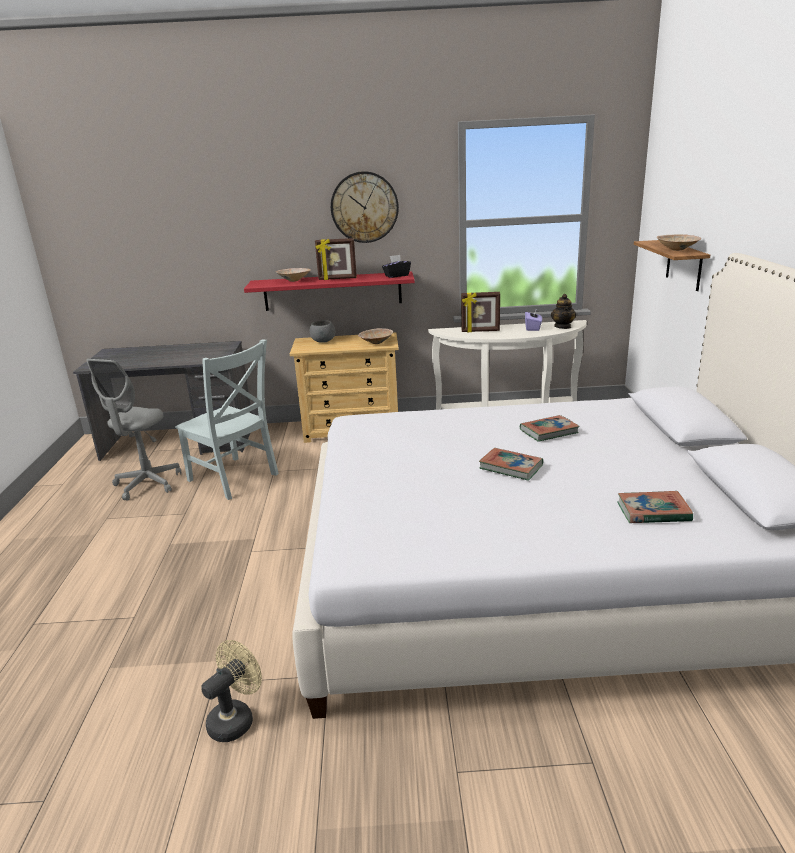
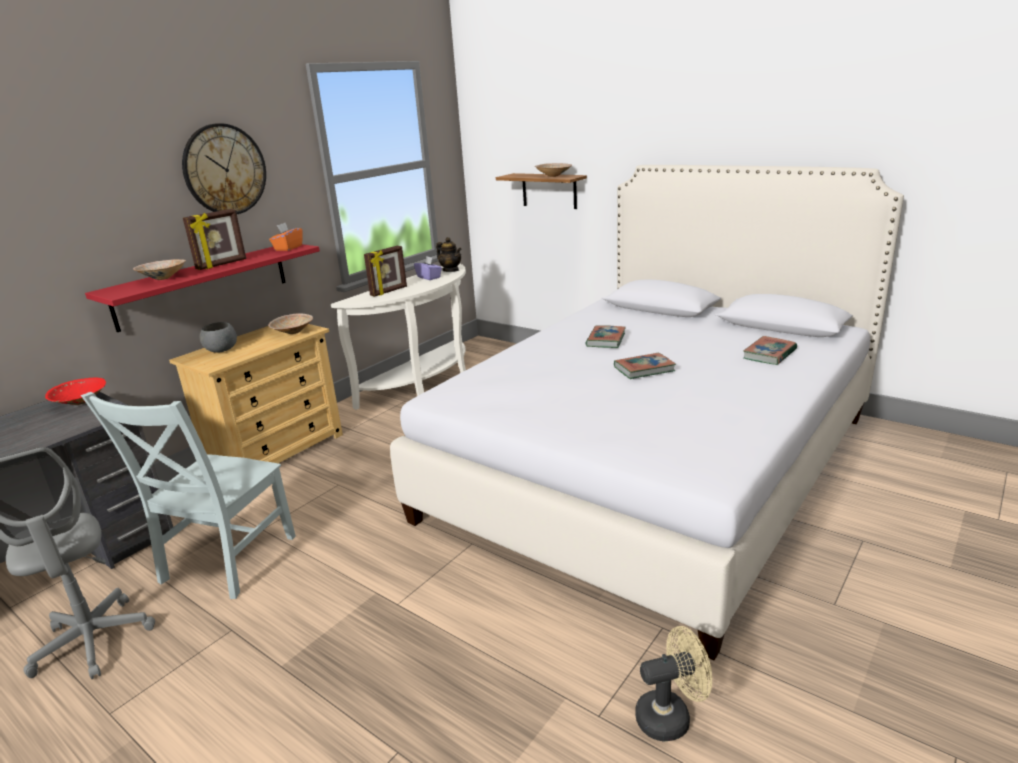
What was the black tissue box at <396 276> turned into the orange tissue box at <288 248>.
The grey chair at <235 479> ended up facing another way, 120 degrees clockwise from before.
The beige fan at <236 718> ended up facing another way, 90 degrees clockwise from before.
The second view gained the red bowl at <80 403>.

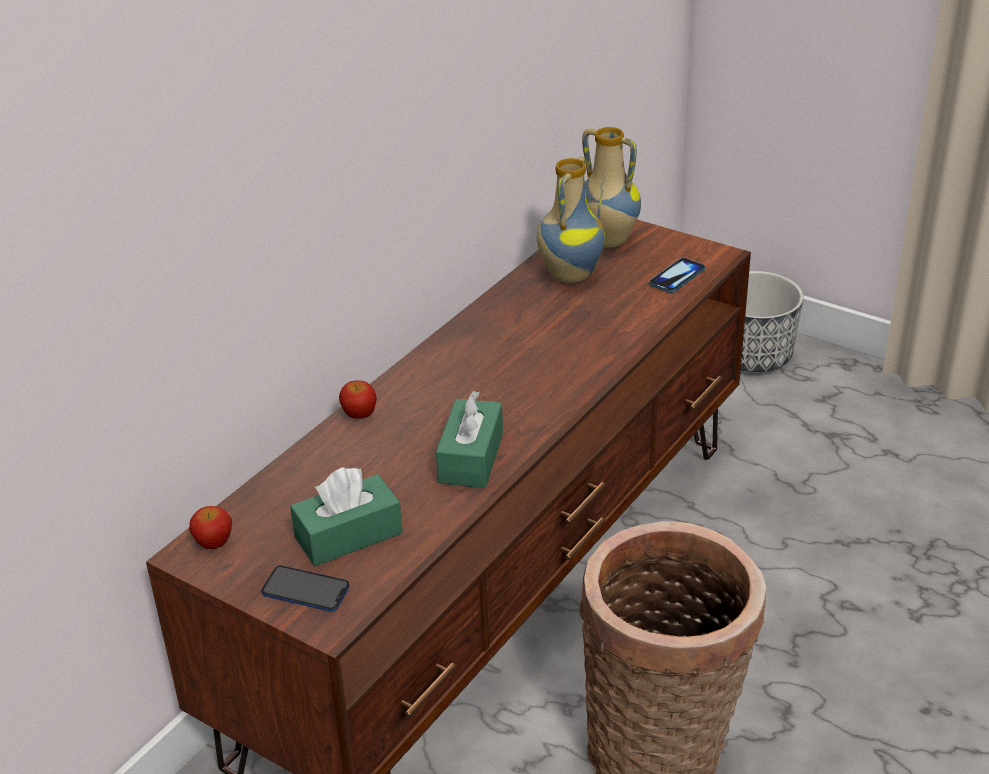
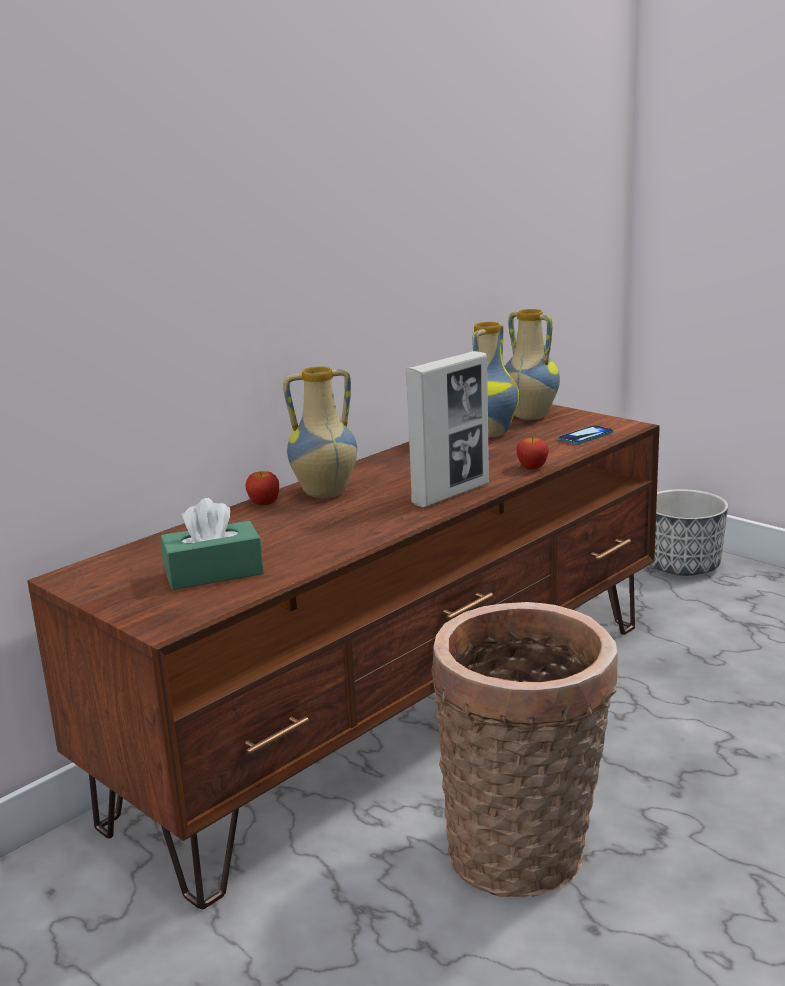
The second view lost the green tissue box at <471 458>.
The apple ended up elsewhere, having gone from <214 543> to <532 467>.
The second view lost the phone at <306 590>.
The second view gained the picture frame at <451 494>.
The second view gained the vase at <325 494>.

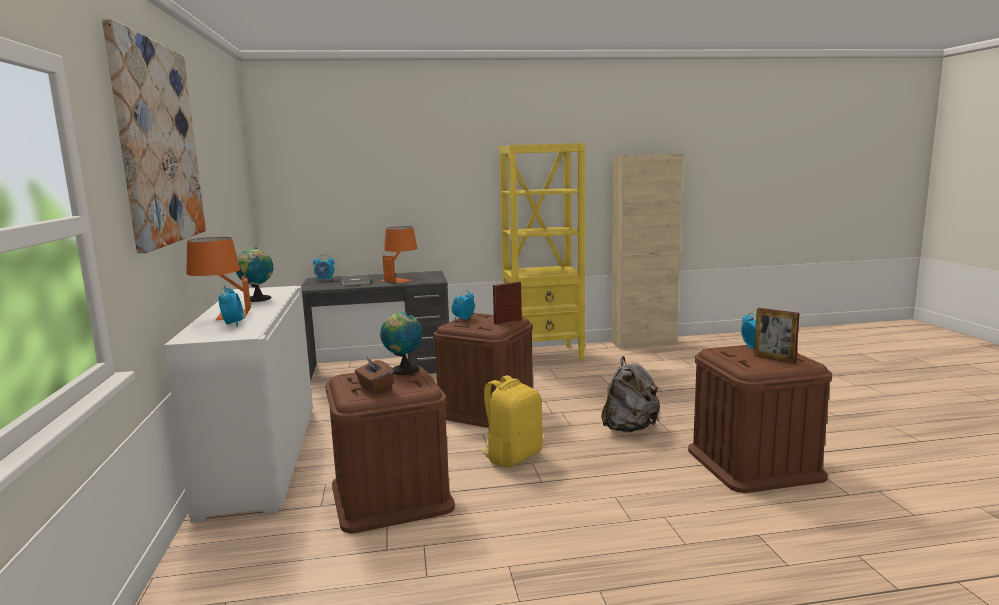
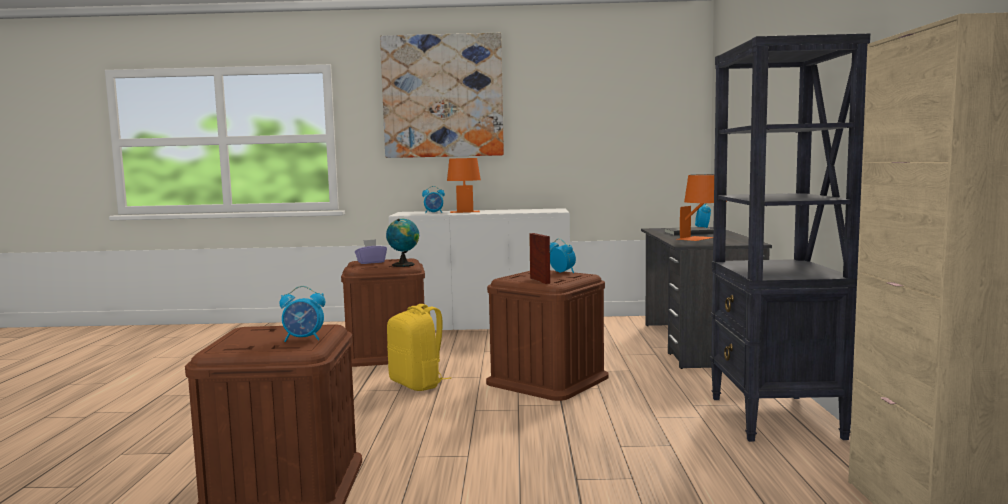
What was the yellow bookcase at <544 356> turned into the black bookcase at <775 418>.
The second view lost the globe at <257 299>.
The second view lost the picture frame at <774 358>.
The second view lost the grey backpack at <629 428>.
What was the brown tissue box at <375 388> turned into the purple tissue box at <371 262>.

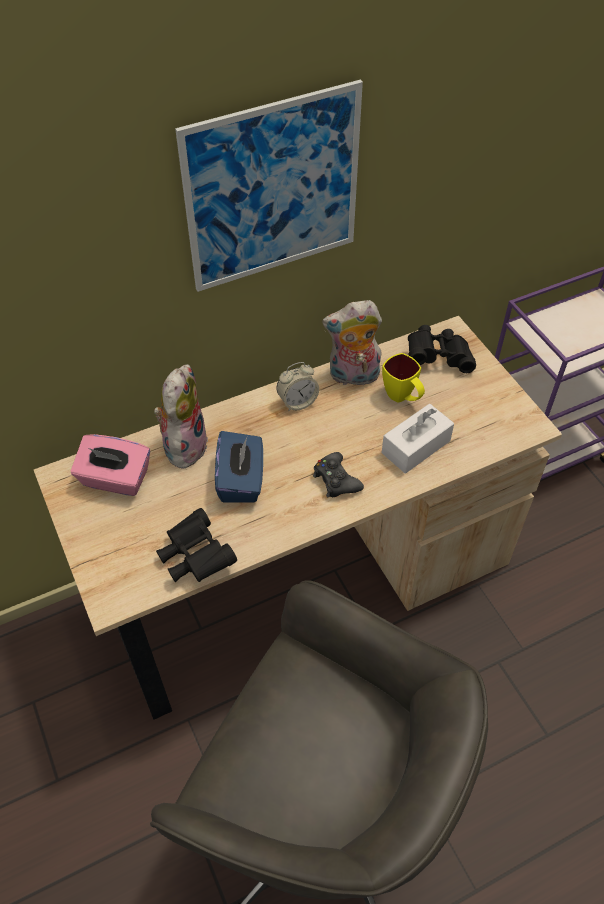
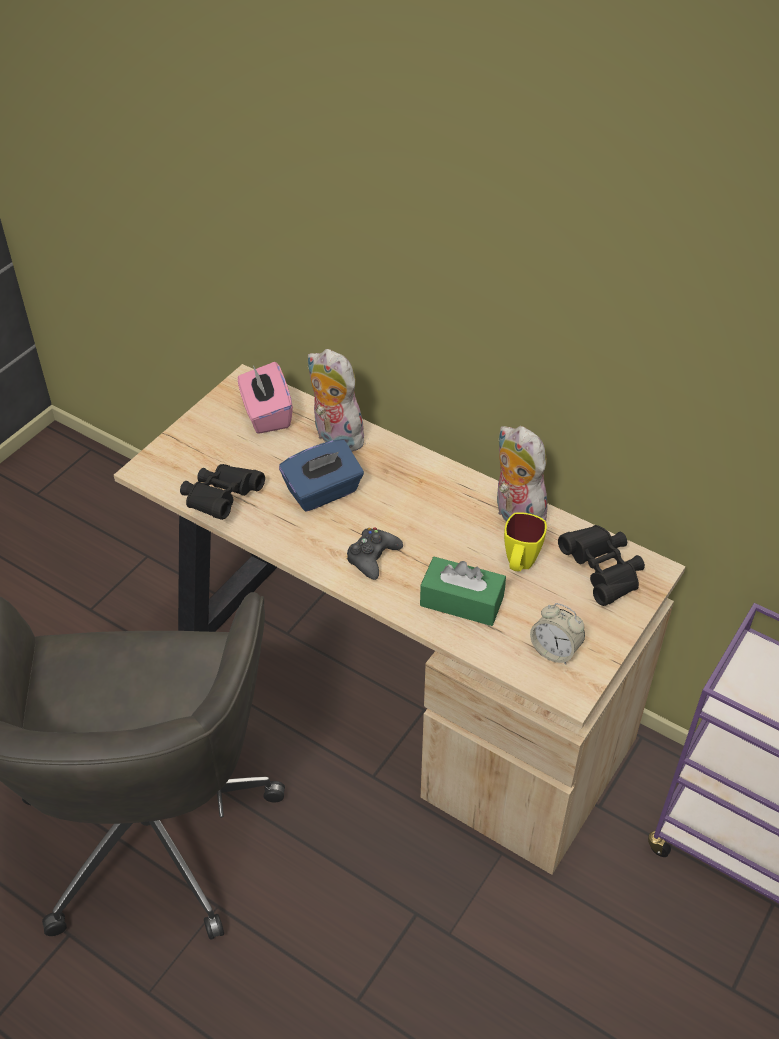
The second view lost the picture at <273 190>.
The alarm clock ended up elsewhere, having gone from <297 402> to <555 650>.
The plush toy at <184 445> ended up facing another way, 120 degrees counterclockwise from before.
What was the white tissue box at <416 447> turned into the green tissue box at <461 601>.

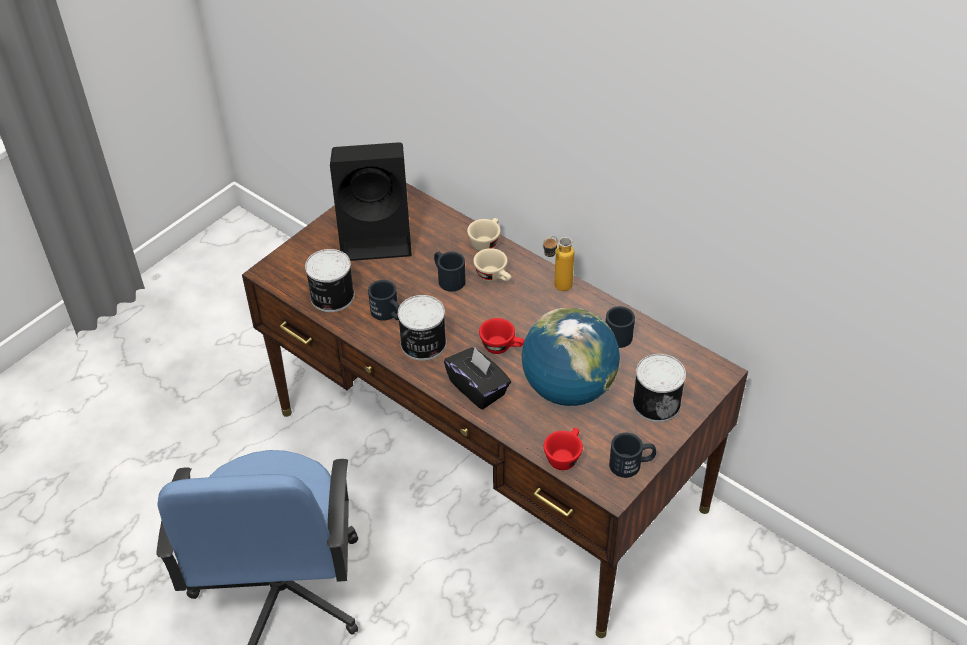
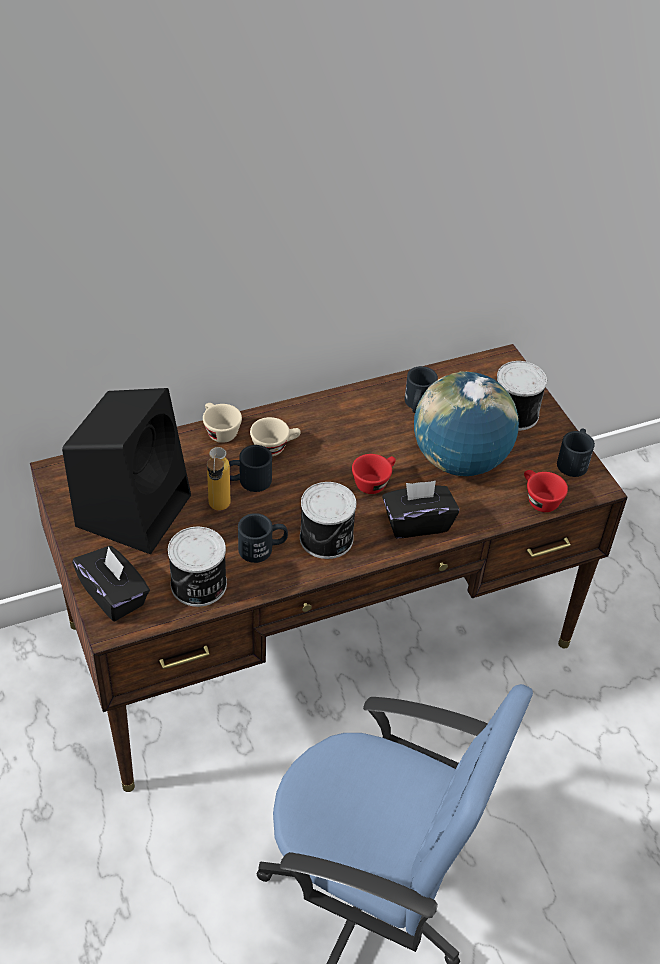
The bottle ended up elsewhere, having gone from <556 288> to <218 510>.
The second view gained the black tissue box at <114 595>.

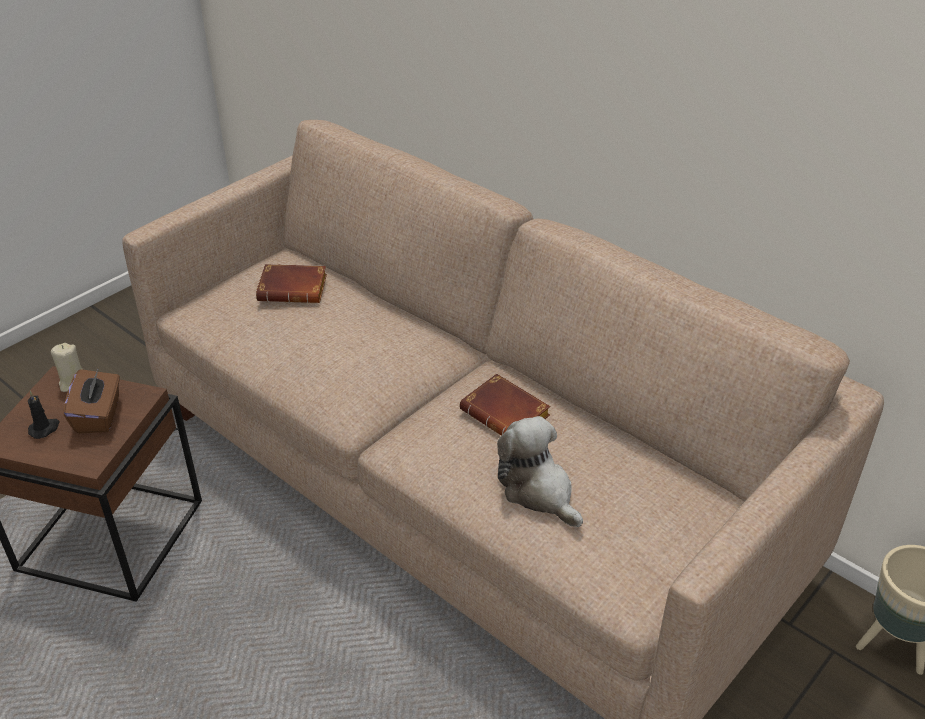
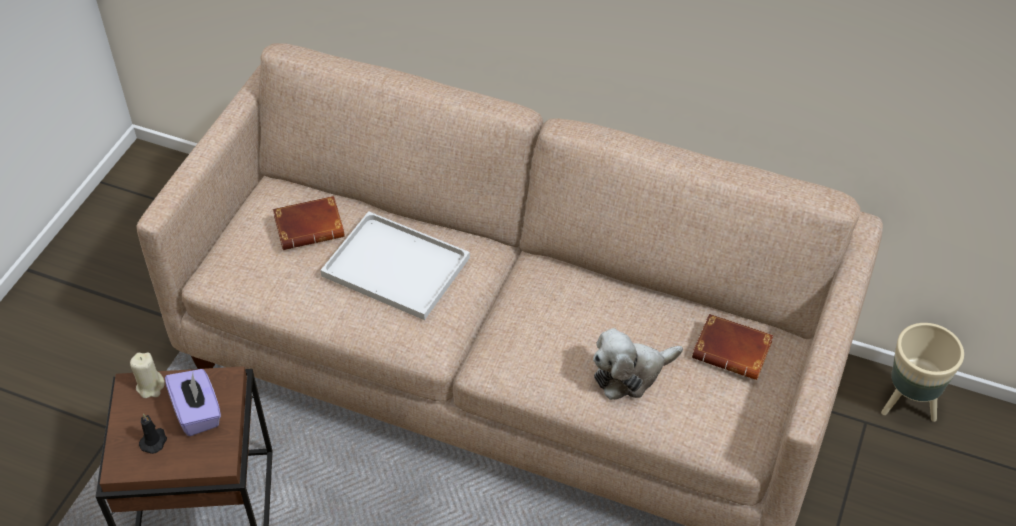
What was the brown tissue box at <99 416> turned into the purple tissue box at <198 412>.
The brown book ended up elsewhere, having gone from <508 414> to <734 351>.
The plush toy at <538 491> ended up facing another way, 60 degrees counterclockwise from before.
The second view gained the white tray at <399 267>.

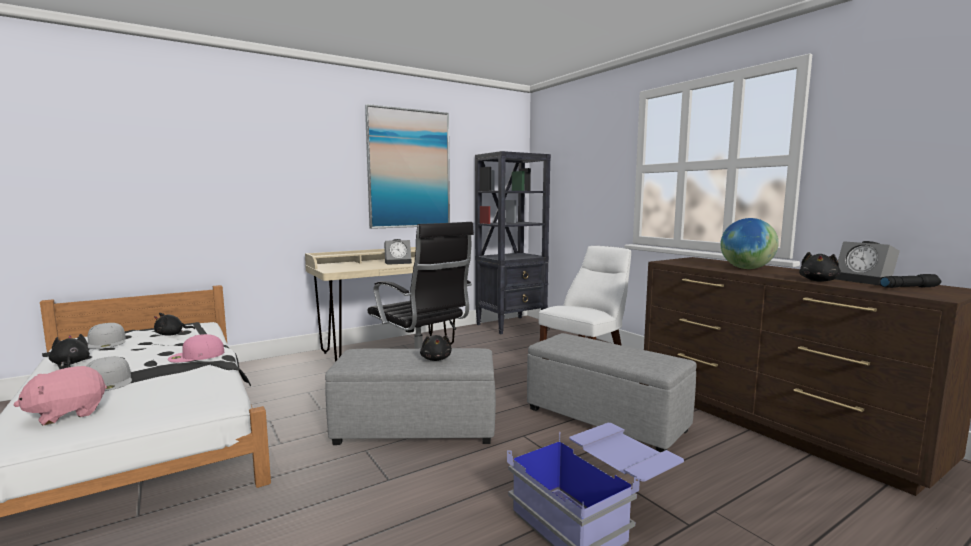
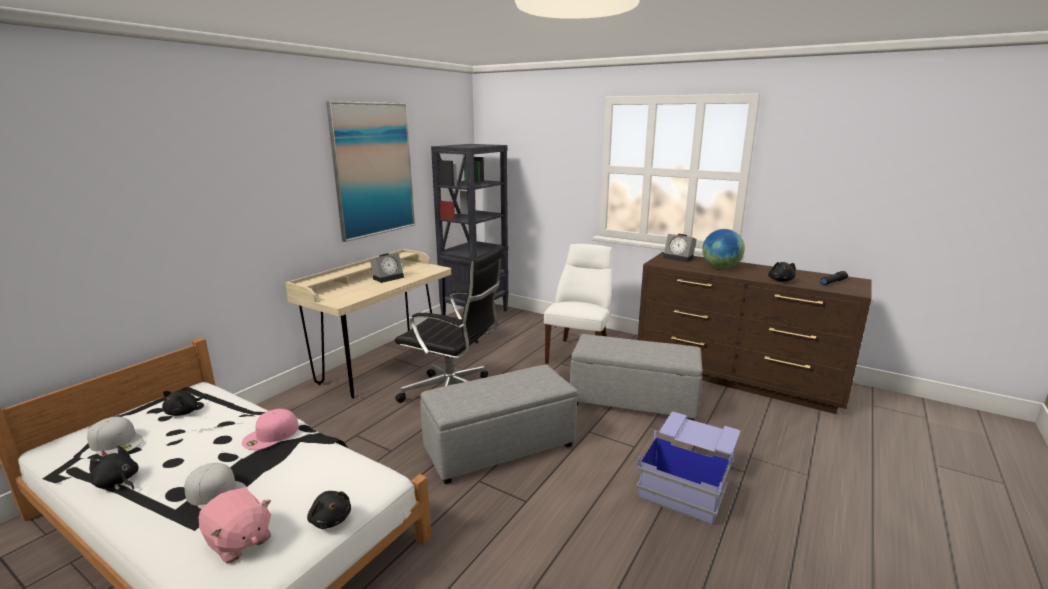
The alarm clock ended up elsewhere, having gone from <865 281> to <679 258>.
The black plush toy ended up elsewhere, having gone from <436 359> to <330 519>.
The pink plush toy at <67 414> ended up facing another way, 75 degrees counterclockwise from before.

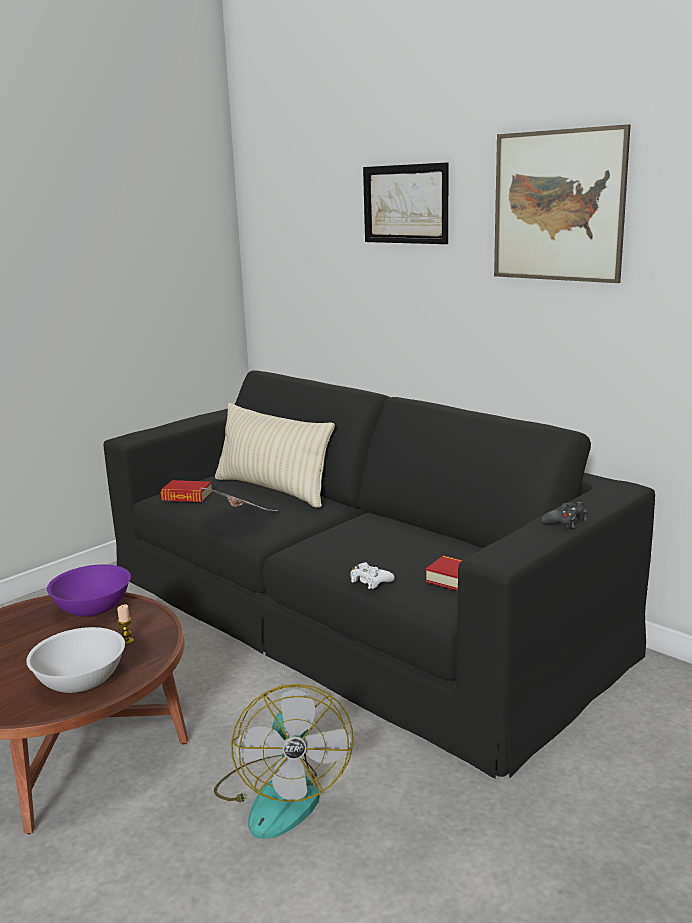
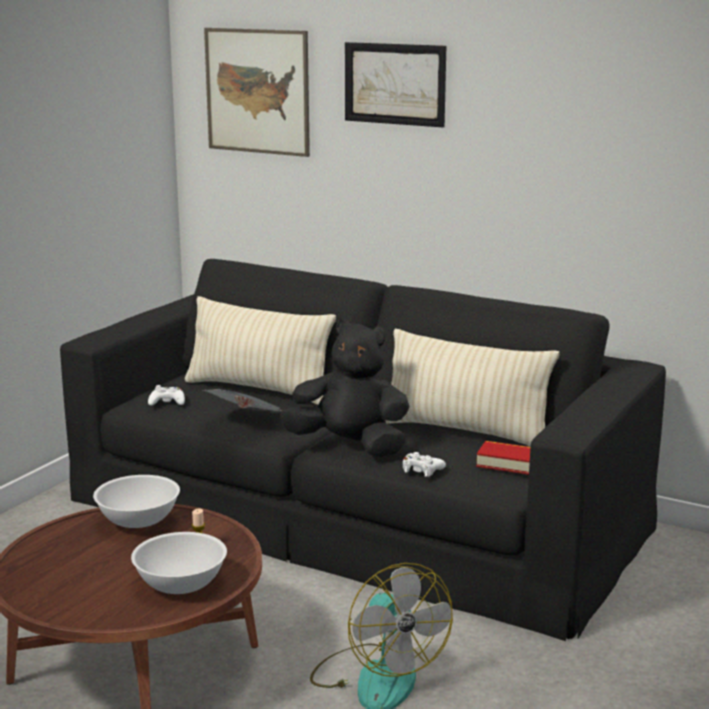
The picture ended up elsewhere, having gone from <558 206> to <257 91>.
Where the book stood at <187 496>, the white game controller came to stand at <167 402>.
The second view lost the black game controller at <565 521>.
What was the purple bowl at <93 608> turned into the white bowl at <139 520>.
The second view gained the black plush toy at <350 446>.
The second view gained the beige pillow at <465 432>.

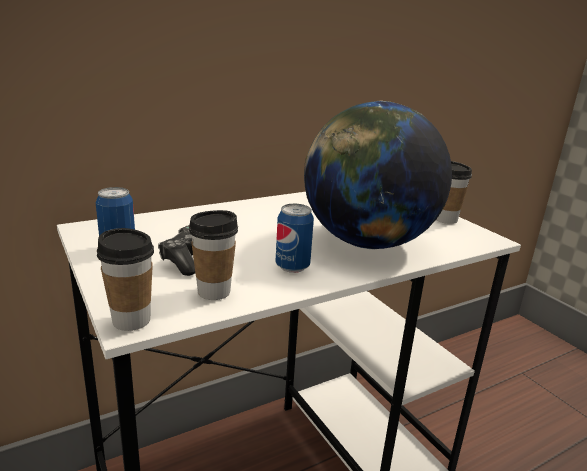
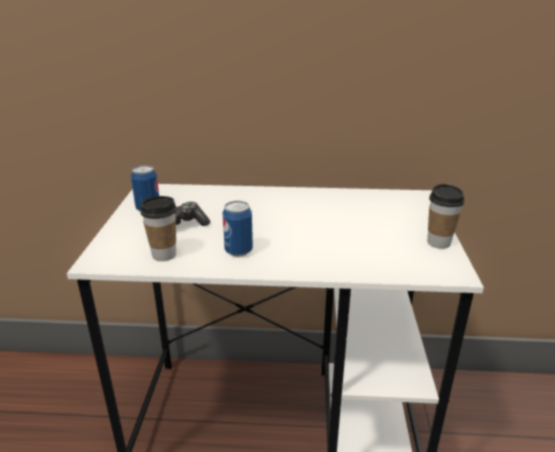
The second view lost the globe at <367 243>.
The second view lost the cup at <131 320>.

